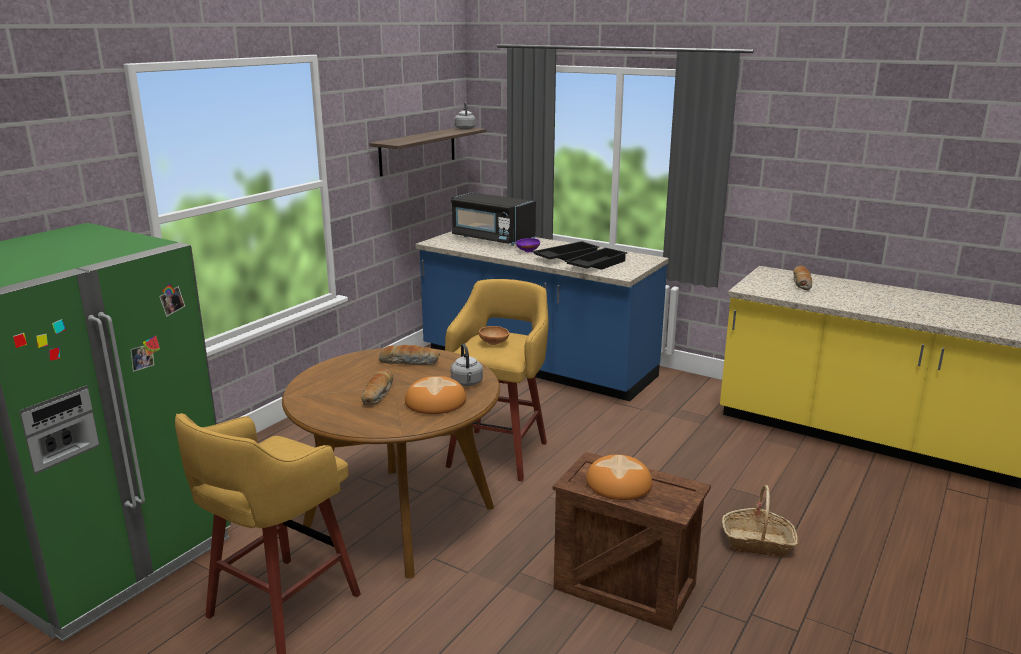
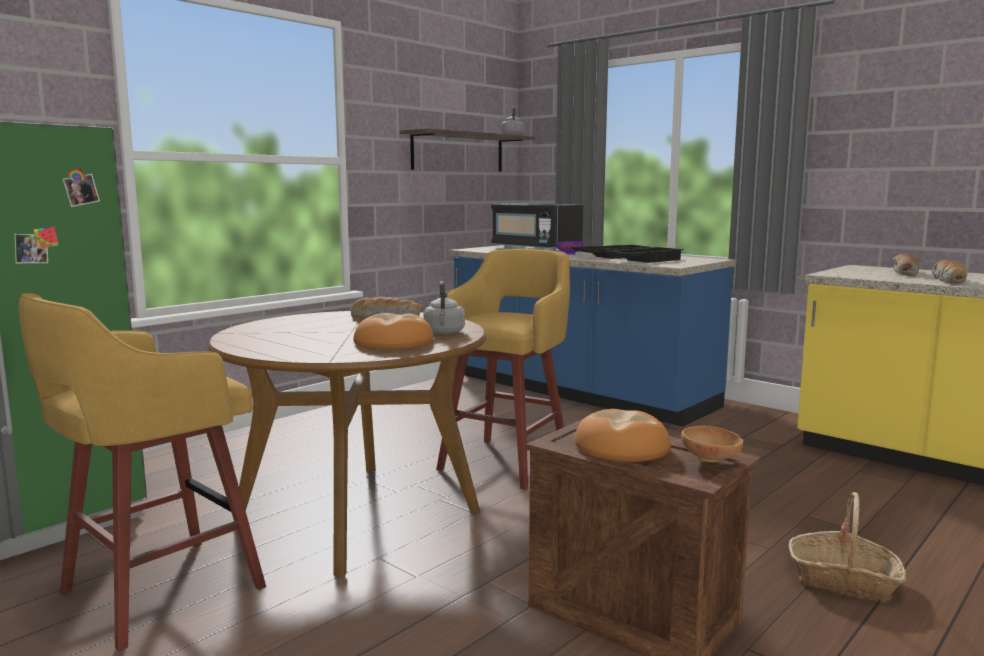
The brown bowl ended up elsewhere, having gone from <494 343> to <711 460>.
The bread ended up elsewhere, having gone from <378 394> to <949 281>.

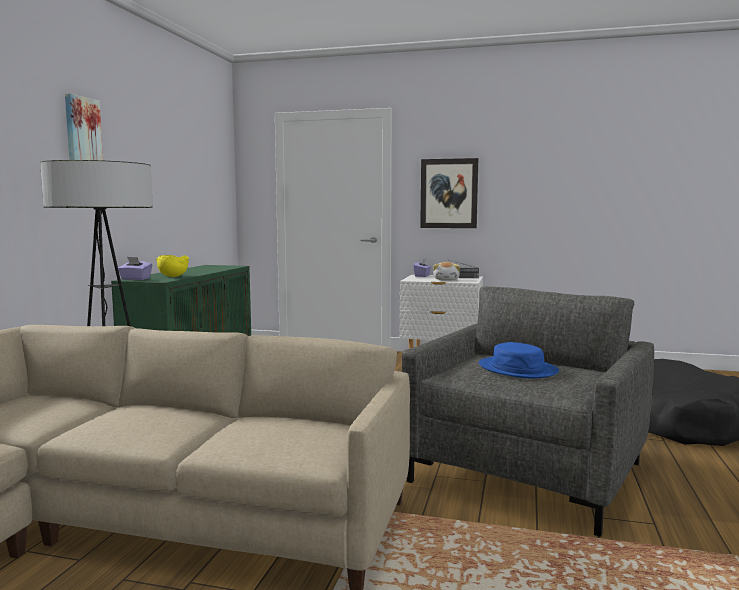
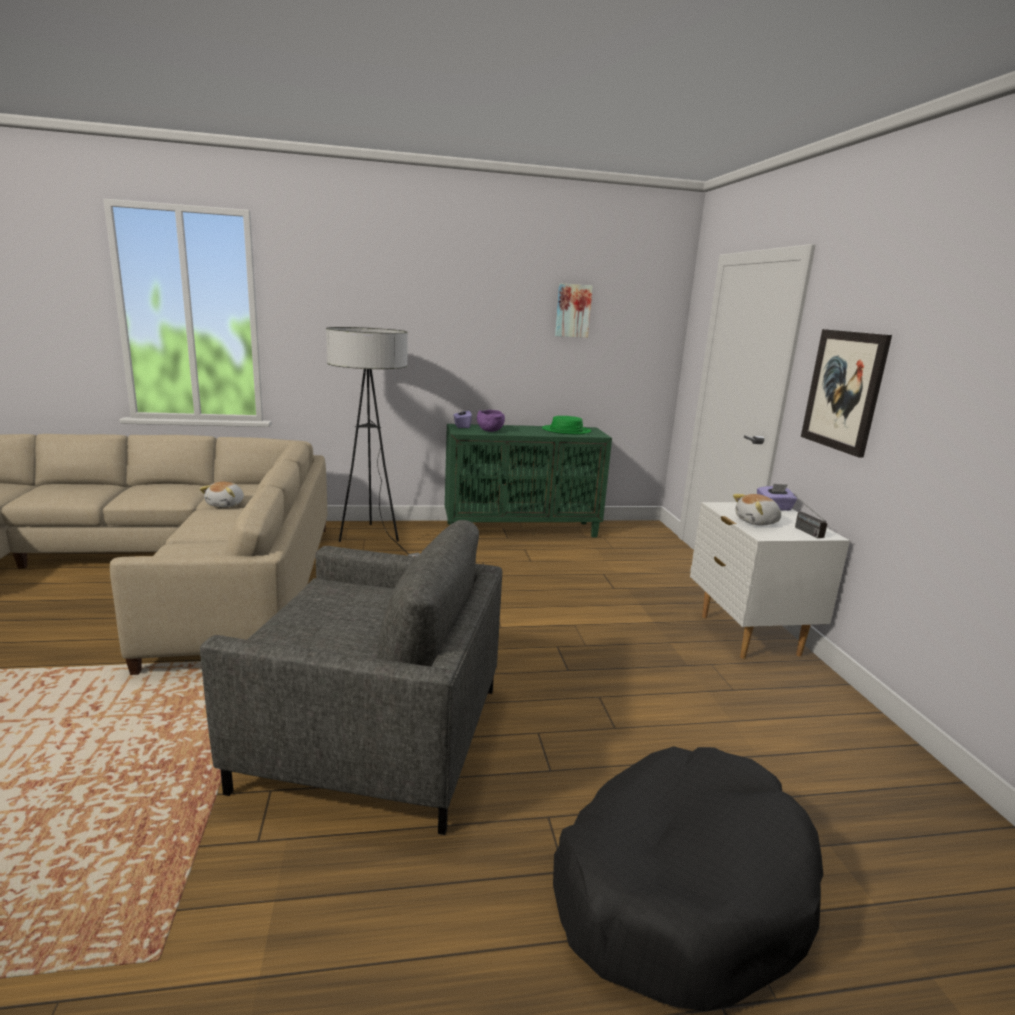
The picture ended up elsewhere, having gone from <82 129> to <573 310>.
What was the yellow bowl at <172 276> turned into the purple bowl at <489 431>.
The second view lost the blue hat at <518 369>.
The second view gained the green hat at <566 431>.
The second view gained the plush toy at <226 504>.

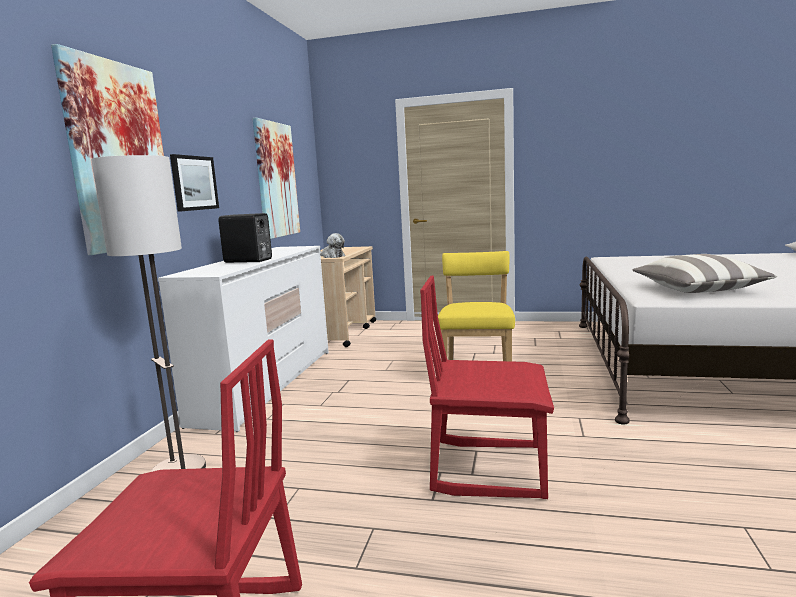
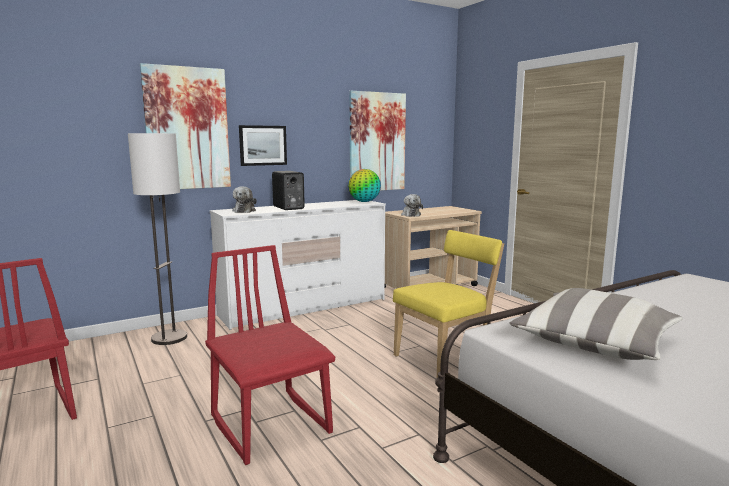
The second view gained the globe at <364 202>.
The second view gained the plush toy at <244 211>.

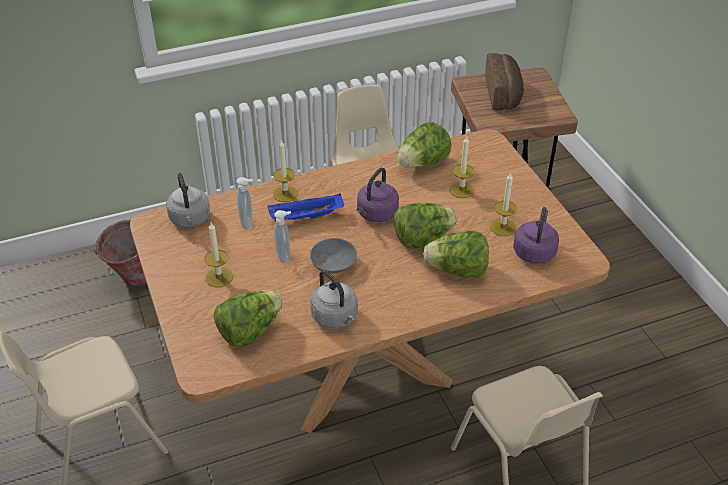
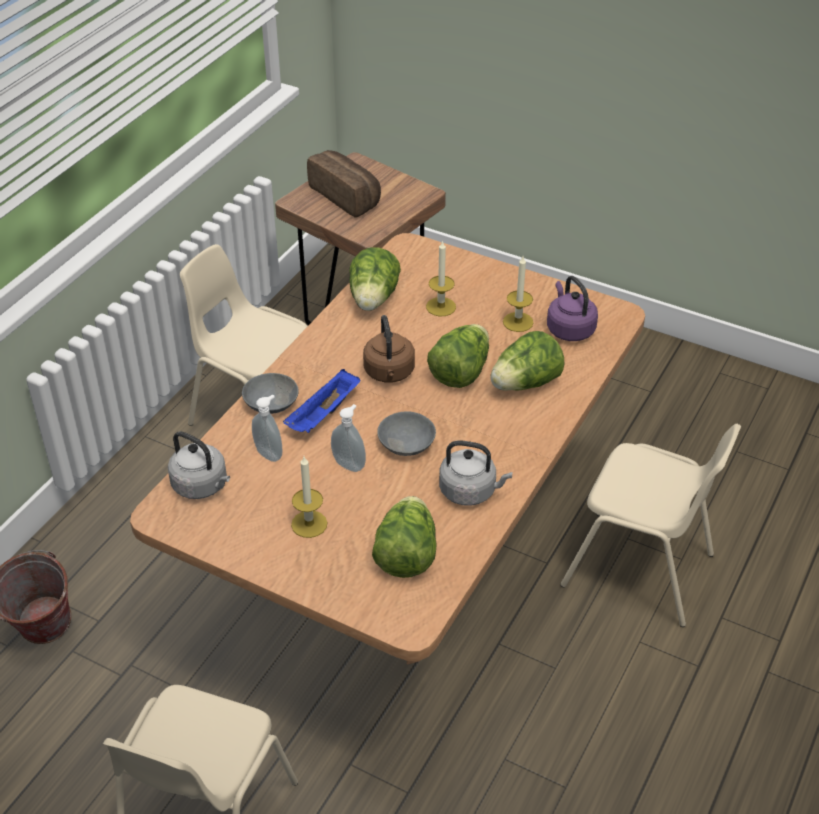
Where the candle stood at <285 194>, the grey bowl came to stand at <272 403>.
What was the purple kettle at <376 214> turned into the brown kettle at <389 373>.

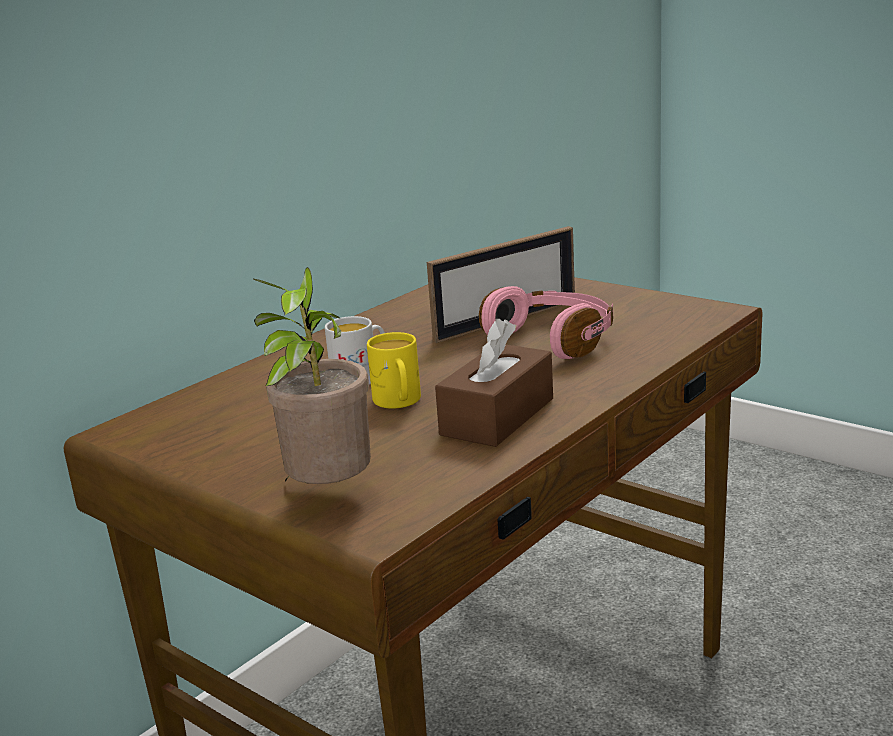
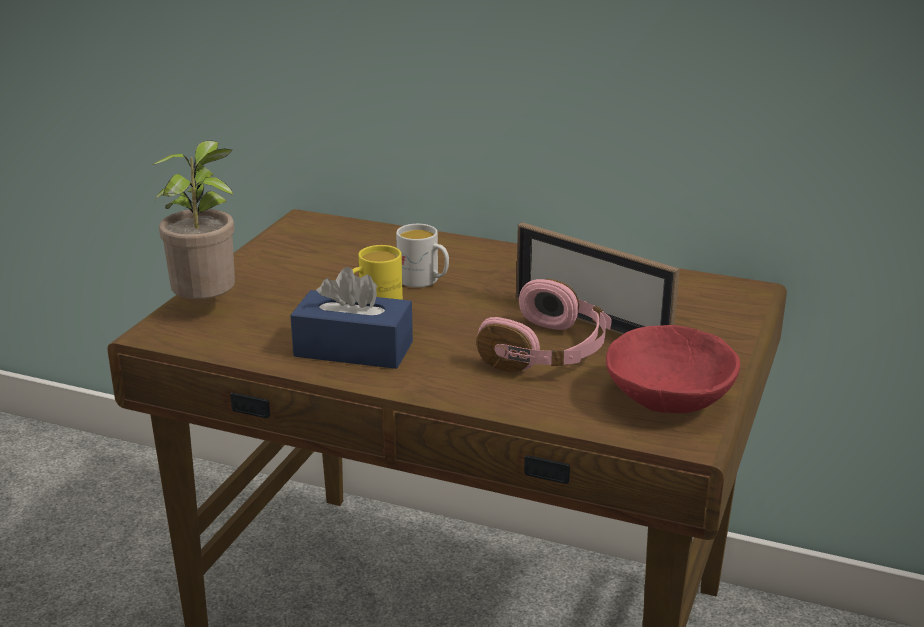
What was the brown tissue box at <497 417> turned into the blue tissue box at <353 349>.
The second view gained the red bowl at <669 398>.

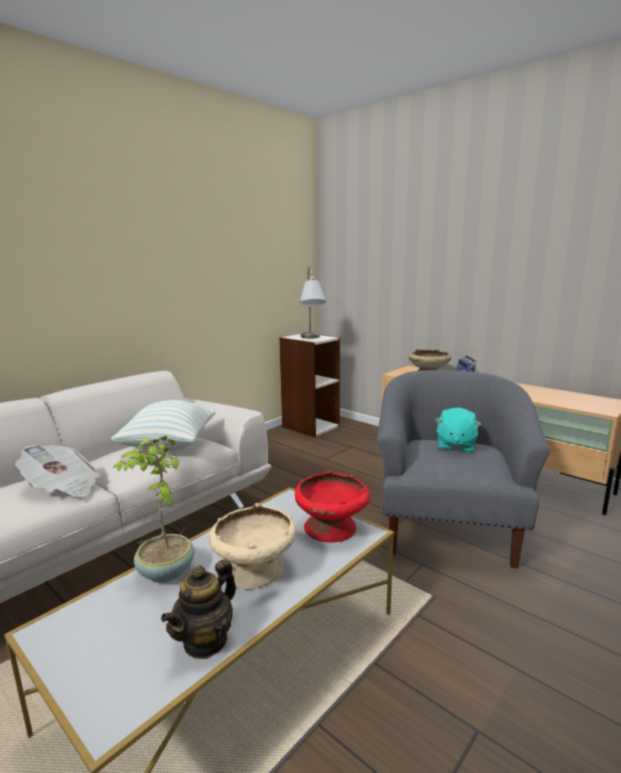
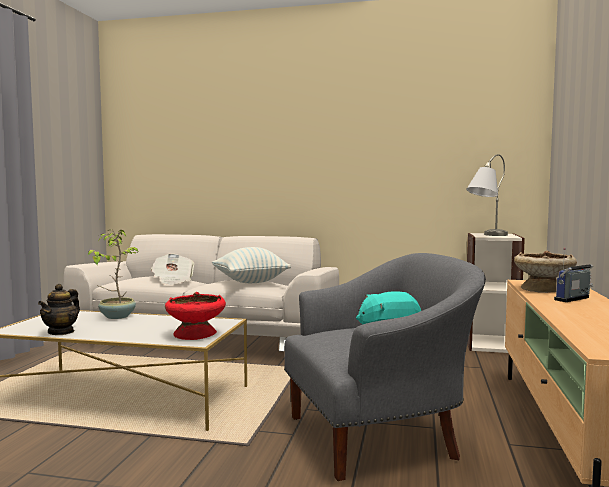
The second view lost the beige bowl at <255 570>.
The teapot at <205 641> ended up facing another way, 75 degrees counterclockwise from before.

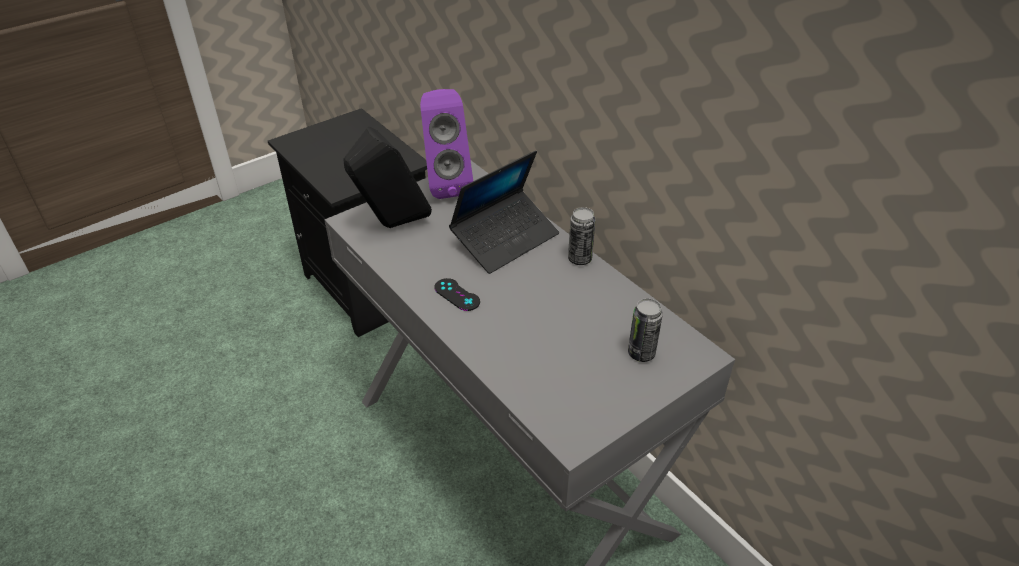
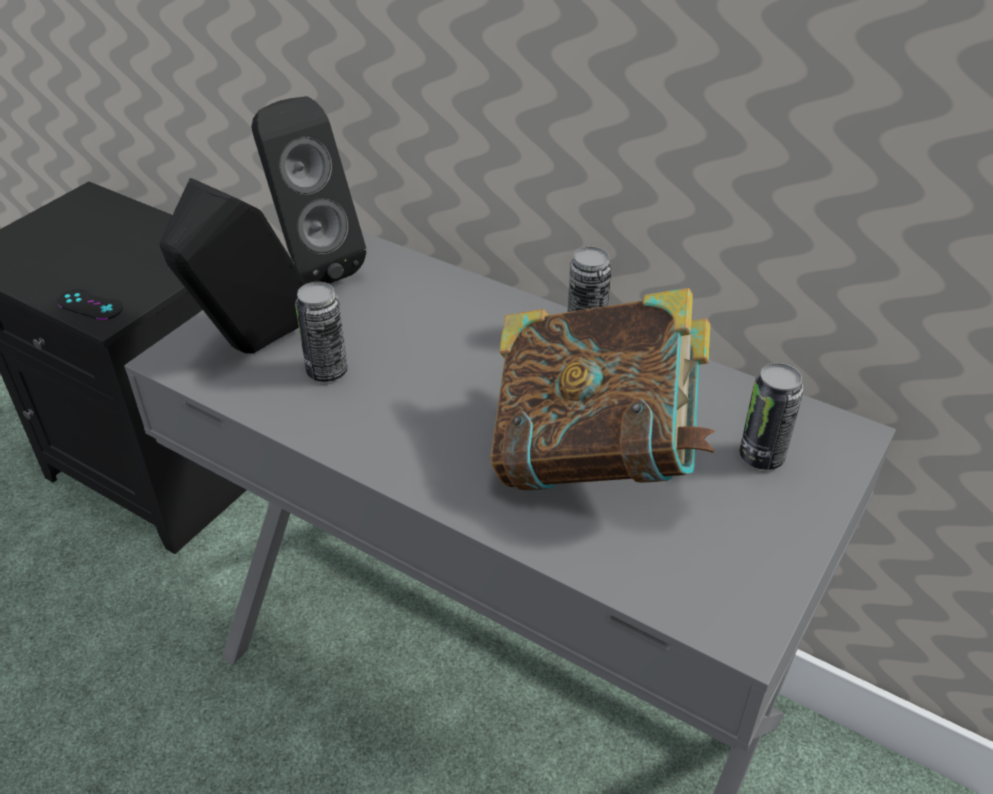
What was the purple speaker at <445 184> turned into the black speaker at <310 265>.
The second view lost the laptop at <505 239>.
The black game controller ended up elsewhere, having gone from <457 295> to <90 305>.
The second view gained the can at <327 371>.
The second view gained the book at <595 456>.

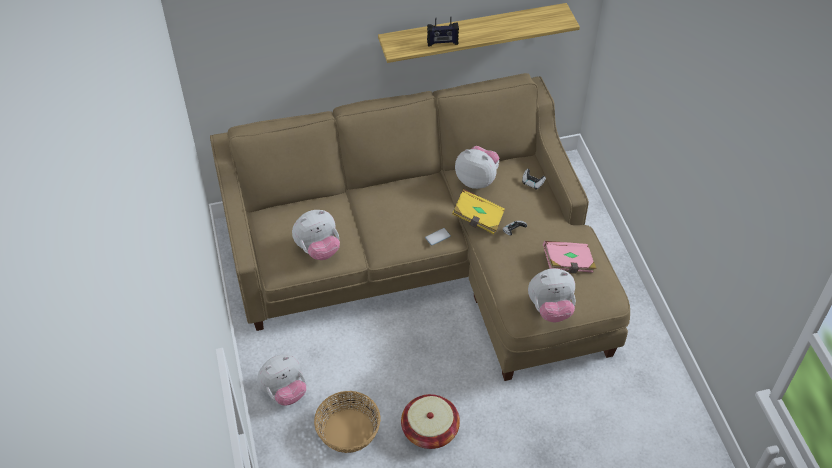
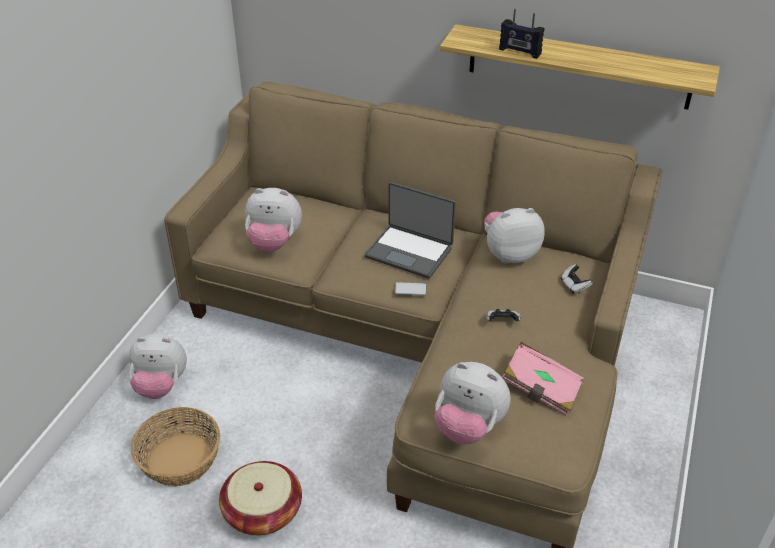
The plush toy at <477 179> ended up facing another way, 75 degrees counterclockwise from before.
The second view lost the yellow book at <478 219>.
The second view gained the laptop at <409 251>.

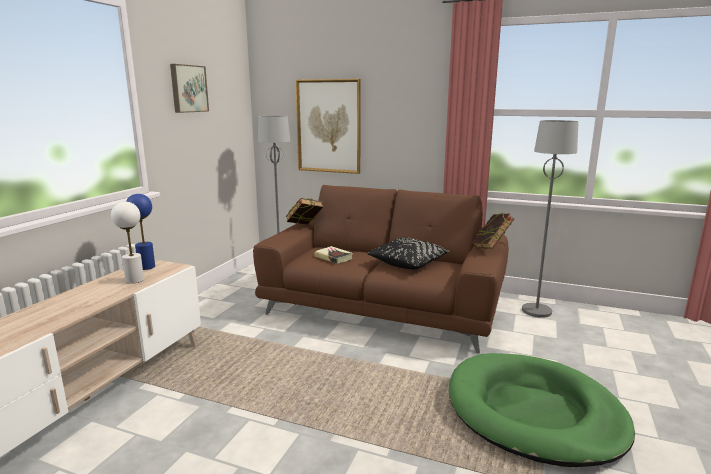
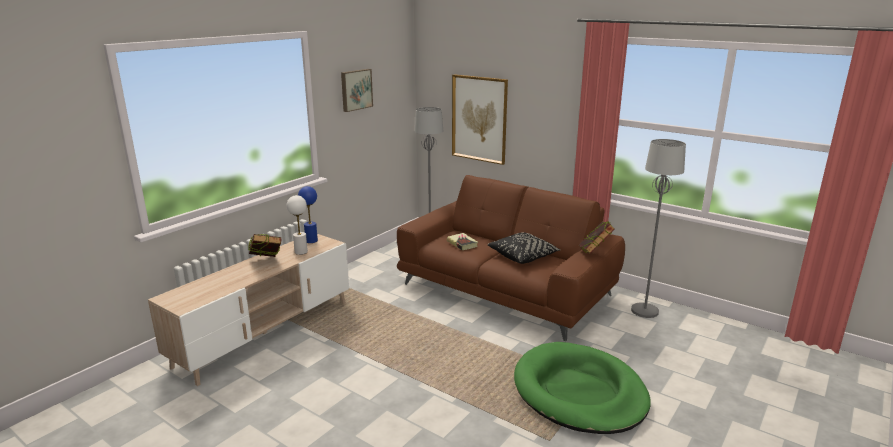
The book ended up elsewhere, having gone from <304 227> to <266 262>.

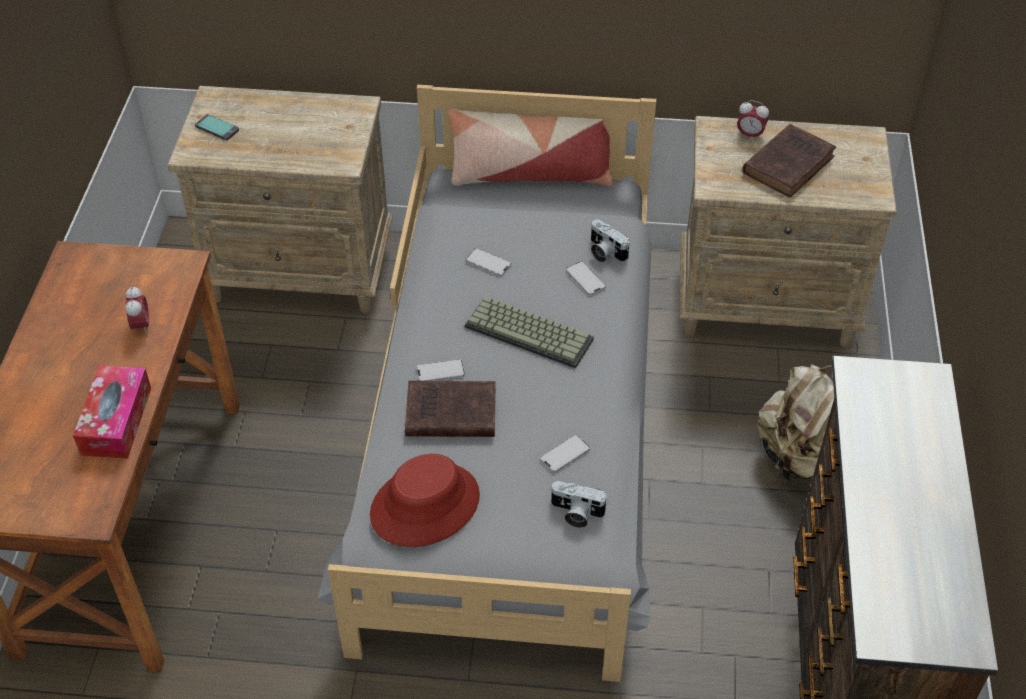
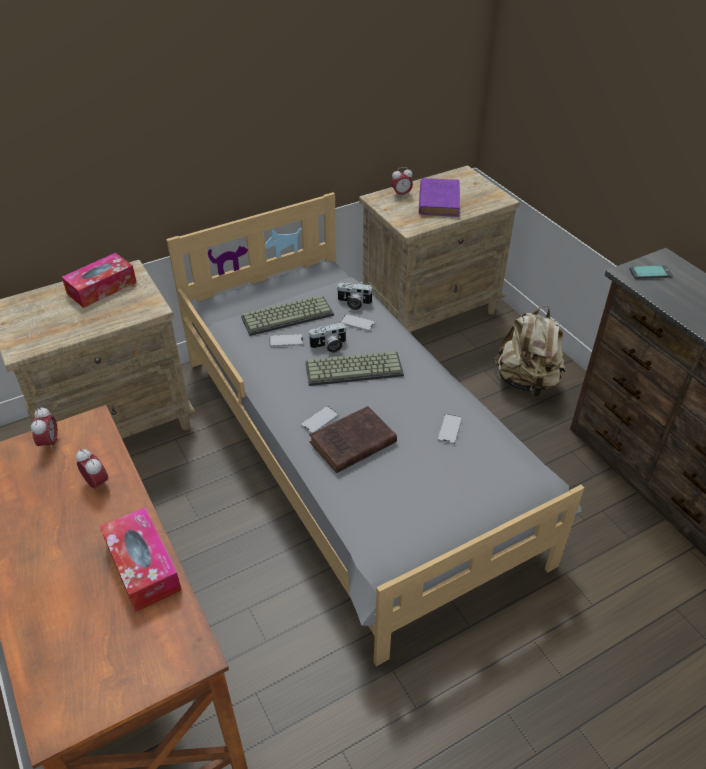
The second view lost the pillow at <530 174>.
The phone ended up elsewhere, having gone from <217 128> to <650 273>.
What was the brown book at <789 163> turned into the purple book at <439 200>.
The second view lost the red hat at <425 505>.
The photo camera ended up elsewhere, having gone from <575 513> to <329 346>.
The second view gained the tissue box at <102 288>.
The second view gained the keyboard at <288 315>.
The second view gained the alarm clock at <50 443>.

